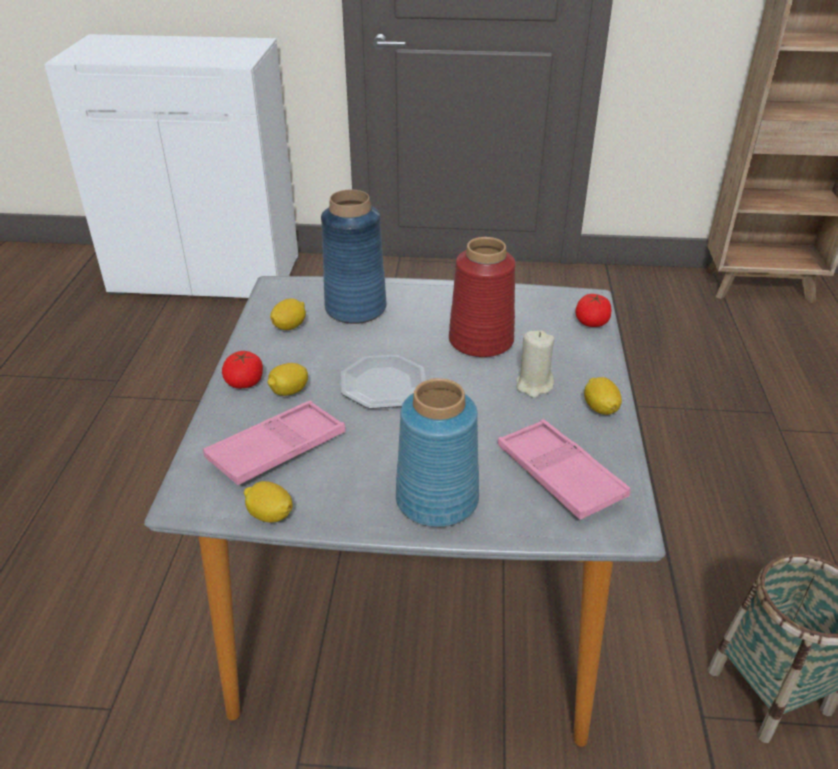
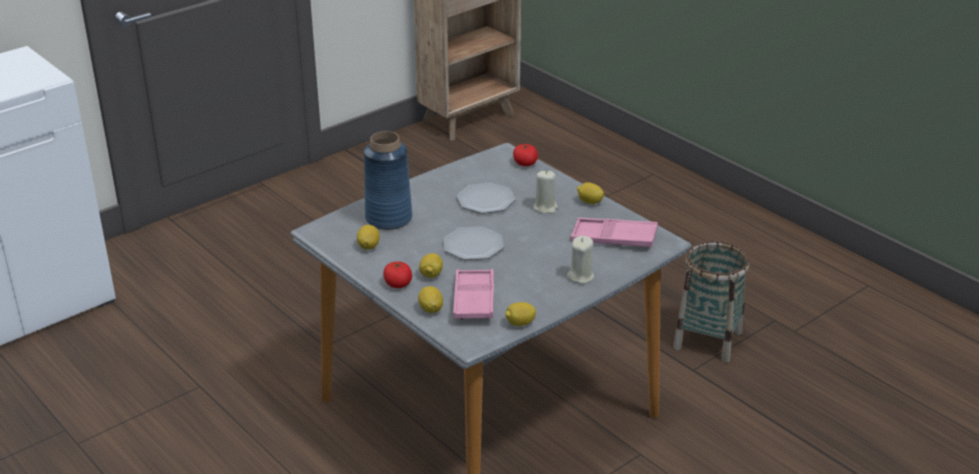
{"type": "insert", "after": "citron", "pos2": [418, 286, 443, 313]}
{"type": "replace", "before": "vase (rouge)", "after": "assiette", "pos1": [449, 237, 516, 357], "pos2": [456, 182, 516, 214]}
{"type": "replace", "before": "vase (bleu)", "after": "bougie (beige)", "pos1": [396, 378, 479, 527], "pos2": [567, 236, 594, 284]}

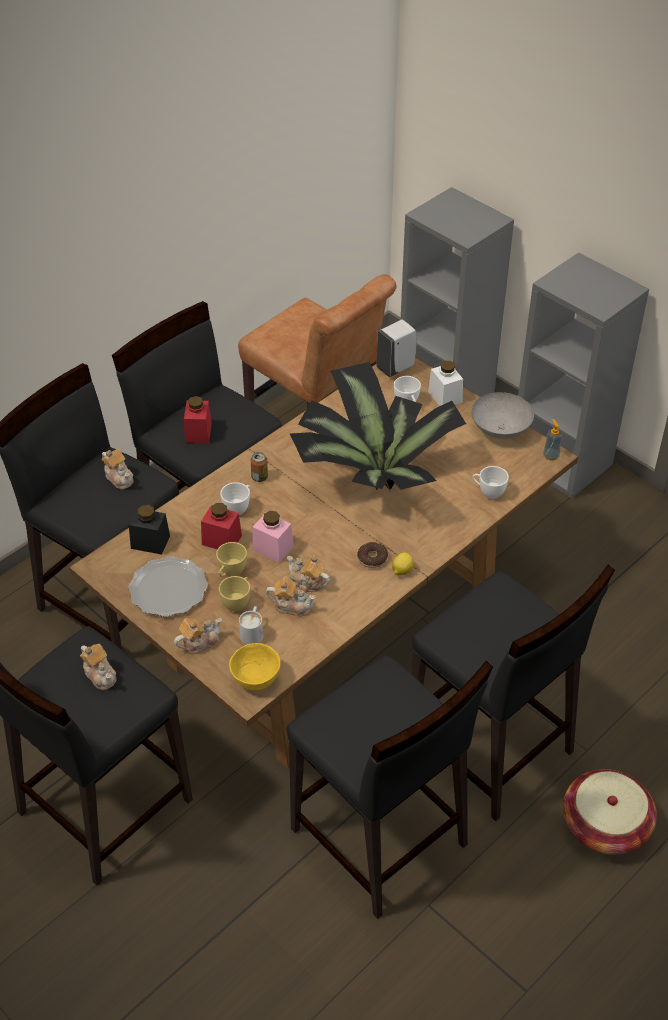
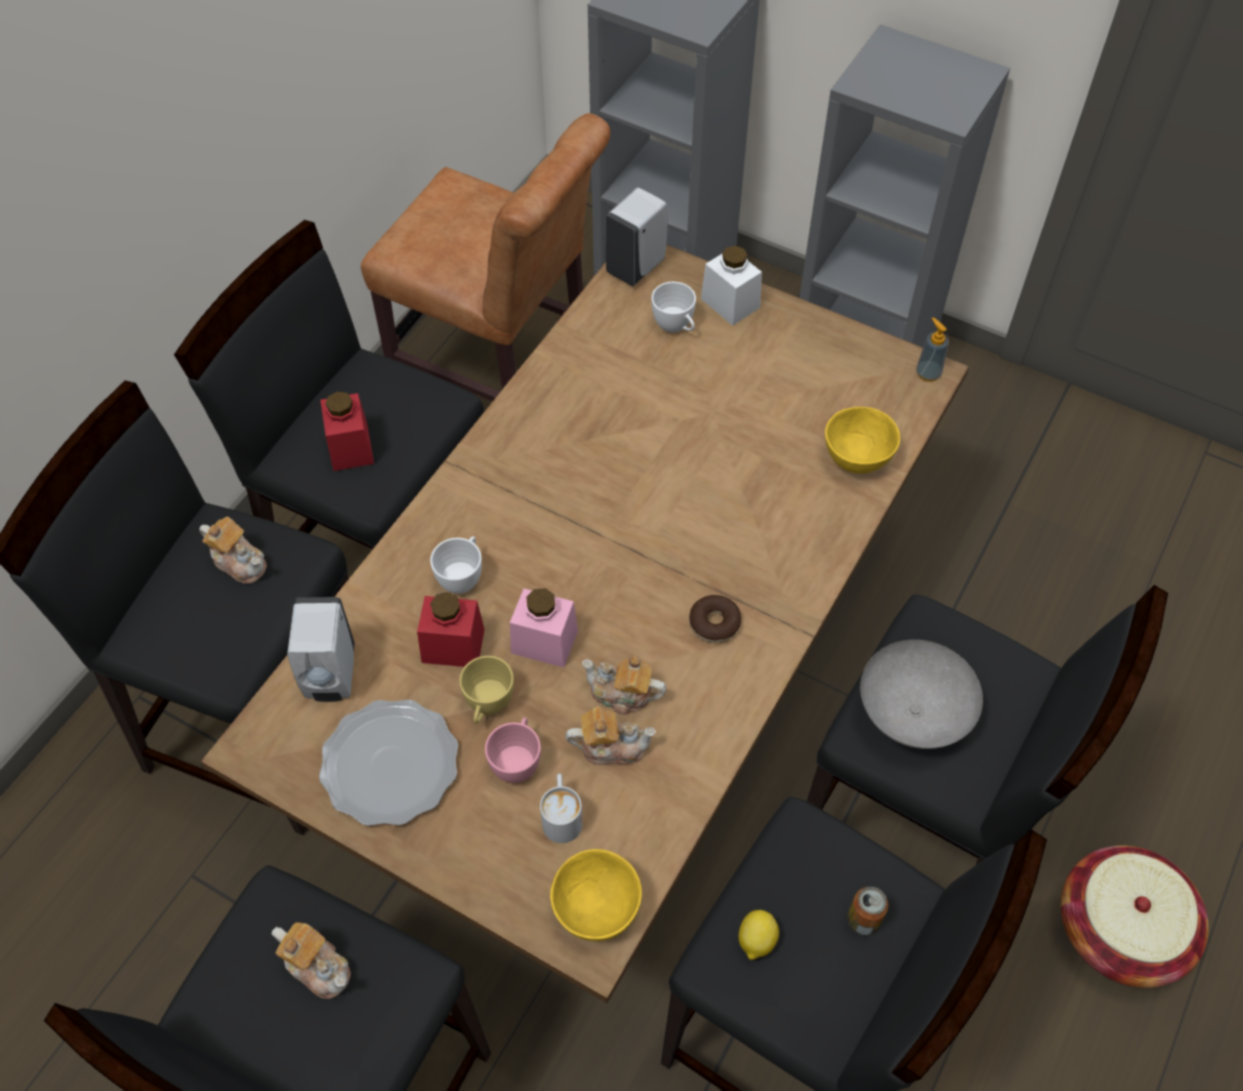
{"type": "replace", "before": "bocal (noir)", "after": "distributeur de savon (blanc)", "pos1": [129, 505, 170, 555], "pos2": [287, 597, 355, 702]}
{"type": "recolor", "before": "tasse (jaune)", "after": "tasse (rose)", "pos1": [219, 576, 250, 611], "pos2": [485, 717, 541, 783]}
{"type": "move", "before": "citron", "pos1": [392, 552, 414, 576], "pos2": [738, 910, 779, 960]}
{"type": "replace", "before": "tasse (blanc)", "after": "bol (jaune)", "pos1": [473, 466, 509, 499], "pos2": [825, 407, 900, 474]}
{"type": "move", "before": "boîte métallique", "pos1": [251, 452, 268, 482], "pos2": [847, 887, 888, 936]}
{"type": "move", "before": "bol (gris)", "pos1": [471, 392, 534, 439], "pos2": [860, 640, 983, 749]}
{"type": "delete", "before": "théière", "pos1": [174, 618, 222, 654]}
{"type": "delete", "before": "plante en pot", "pos1": [290, 362, 466, 490]}

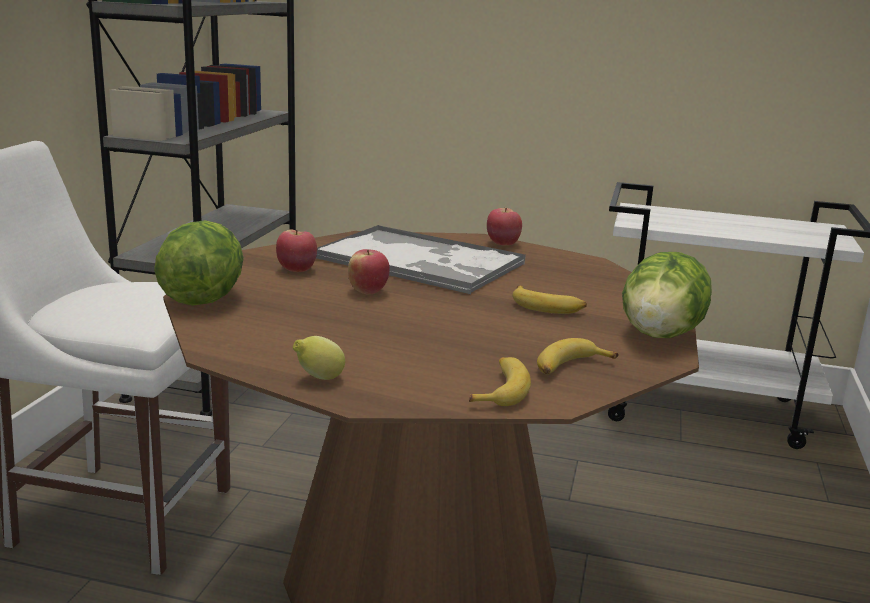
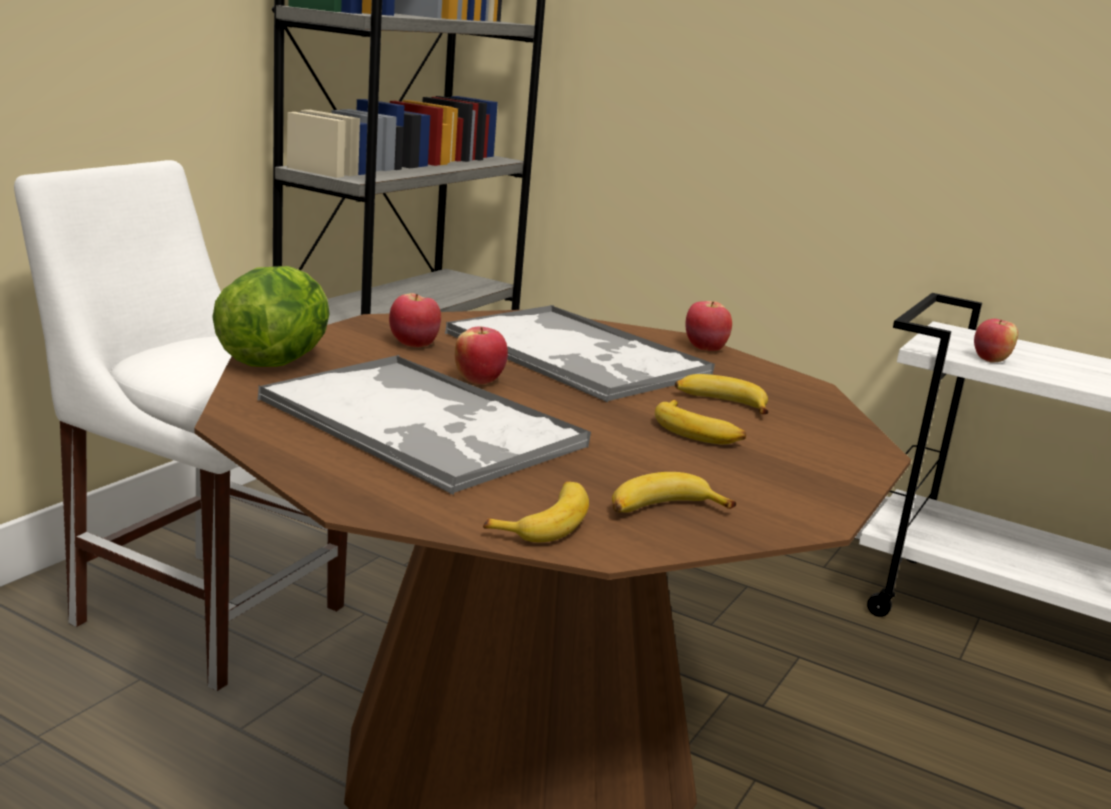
{"type": "insert", "after": "plateau", "pos2": [257, 355, 591, 495]}
{"type": "insert", "after": "banane", "pos2": [675, 374, 769, 414]}
{"type": "insert", "after": "pomme", "pos2": [974, 319, 1018, 363]}
{"type": "delete", "before": "citron", "pos1": [293, 336, 345, 380]}
{"type": "delete", "before": "laitue", "pos1": [622, 252, 712, 338]}

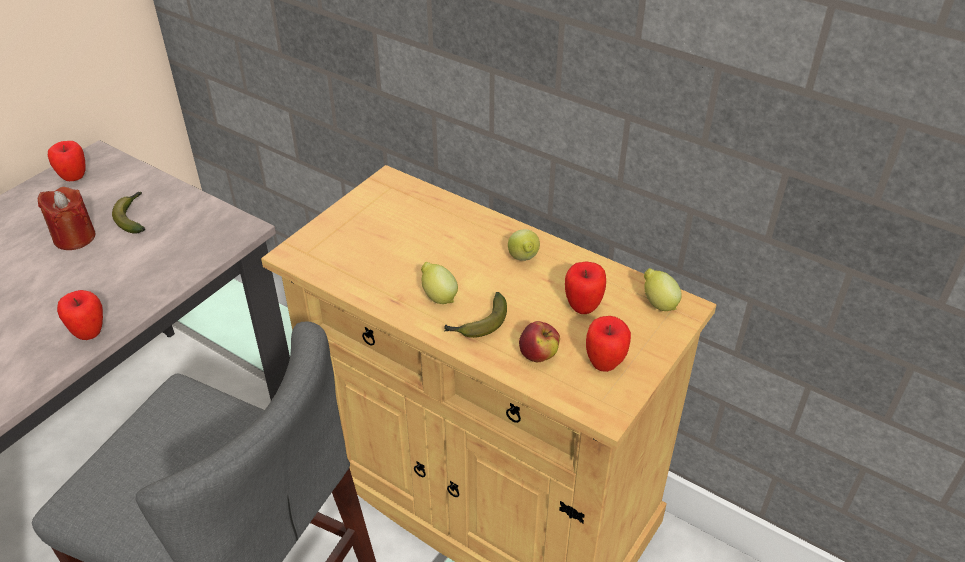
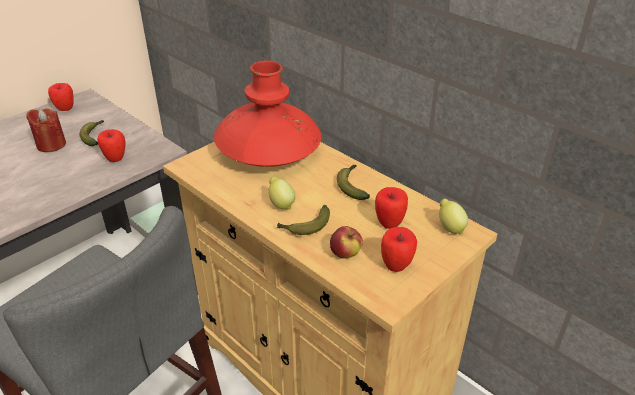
{"type": "move", "before": "pomme", "pos1": [57, 290, 103, 340], "pos2": [97, 129, 125, 162]}
{"type": "insert", "after": "vase (rouge)", "pos2": [214, 61, 321, 167]}
{"type": "replace", "before": "citron", "after": "banane", "pos1": [508, 229, 540, 261], "pos2": [337, 165, 370, 200]}

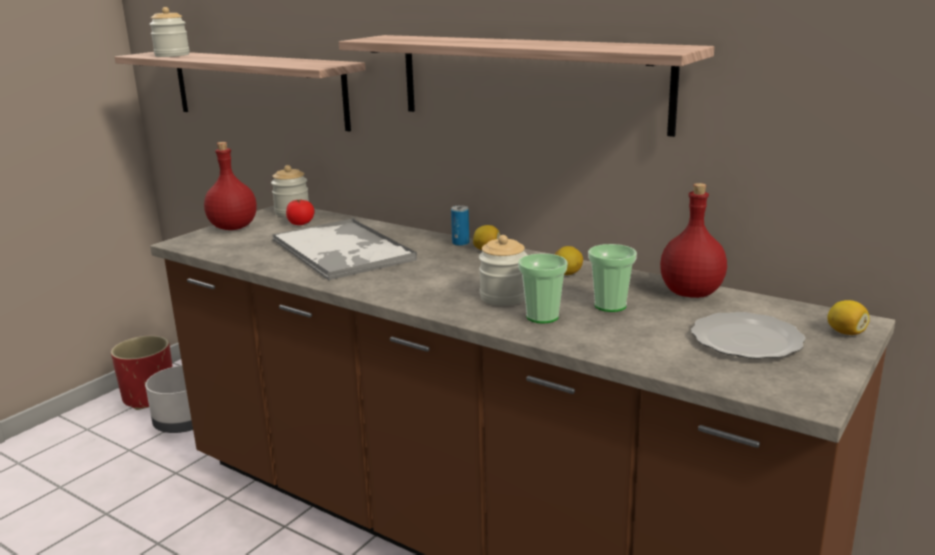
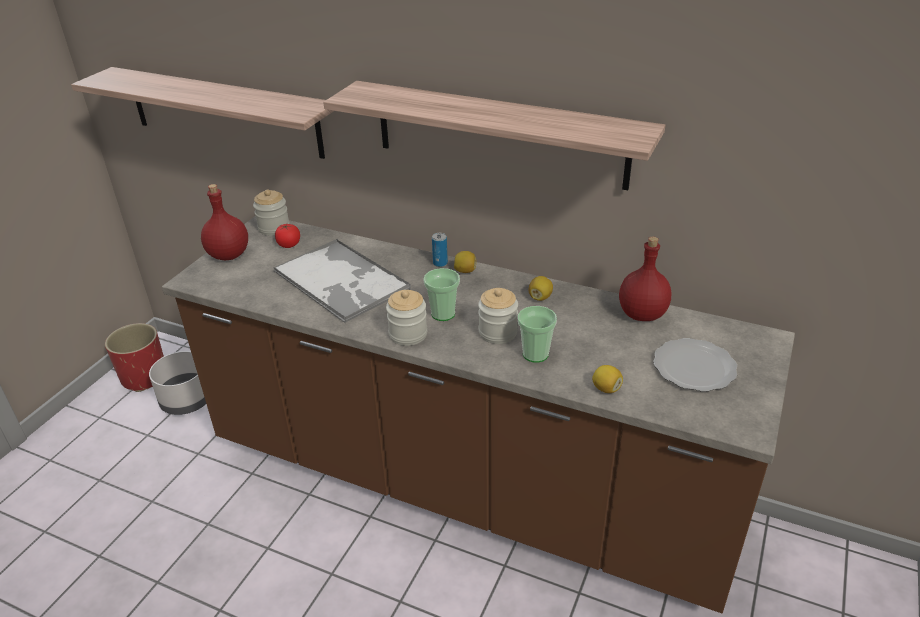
{"type": "move", "before": "bocal", "pos1": [149, 7, 190, 57], "pos2": [386, 290, 428, 346]}
{"type": "move", "before": "tasse", "pos1": [588, 244, 637, 312], "pos2": [423, 268, 460, 321]}
{"type": "move", "before": "citron", "pos1": [827, 300, 870, 335], "pos2": [592, 365, 623, 393]}

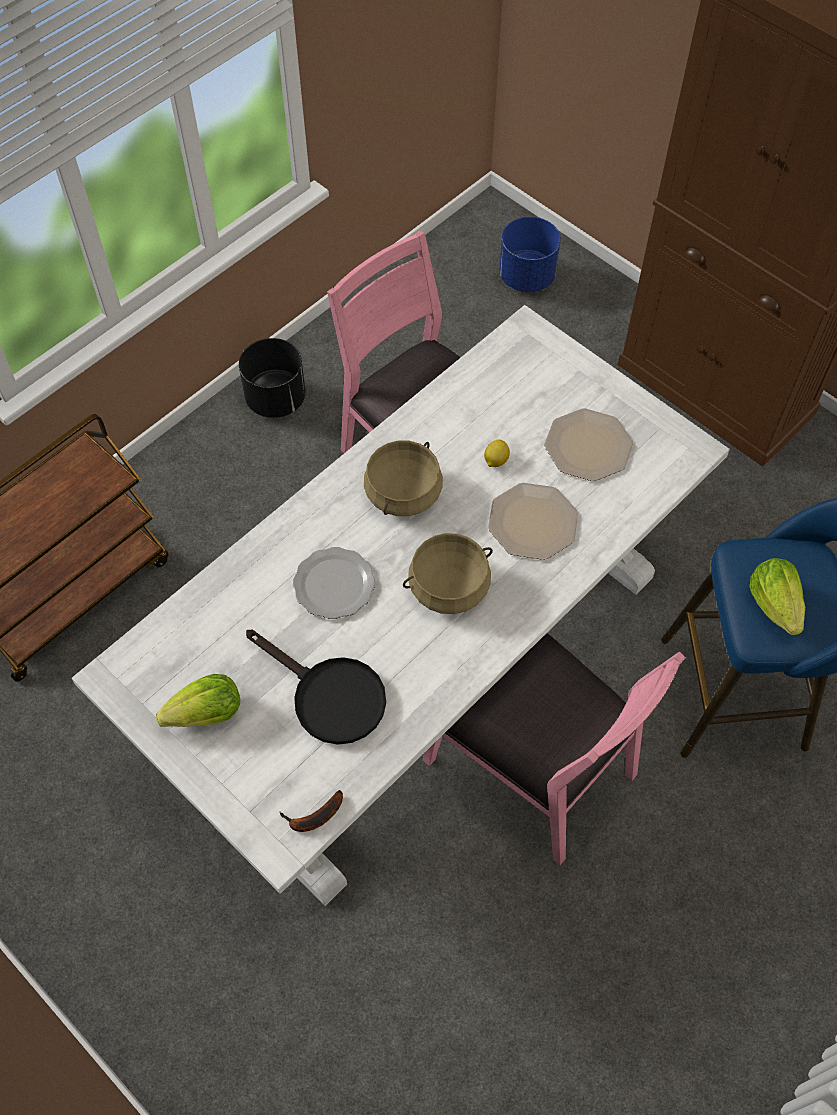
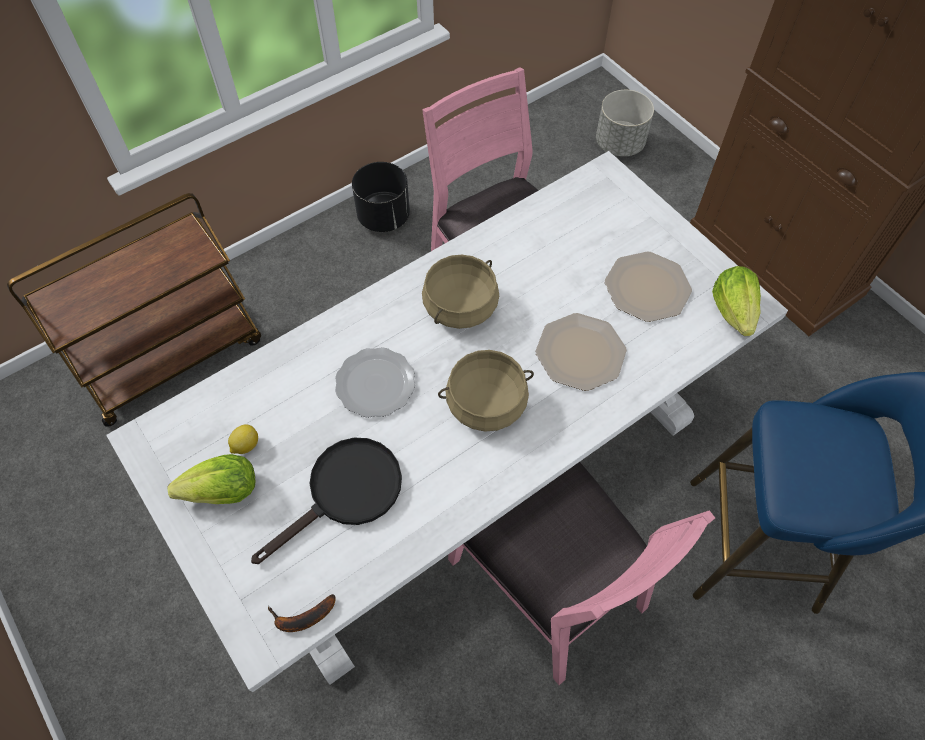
{"type": "move", "before": "citron", "pos1": [484, 440, 510, 467], "pos2": [228, 424, 258, 454]}
{"type": "rotate", "before": "poêle (noir)", "pos1": [246, 630, 386, 745], "pos2": [251, 438, 402, 564], "turn": -90}
{"type": "recolor", "before": "cache-pot (bleu)", "after": "cache-pot (gris)", "pos1": [499, 217, 561, 292], "pos2": [596, 90, 654, 157]}
{"type": "move", "before": "laitue", "pos1": [750, 558, 805, 636], "pos2": [712, 266, 761, 336]}

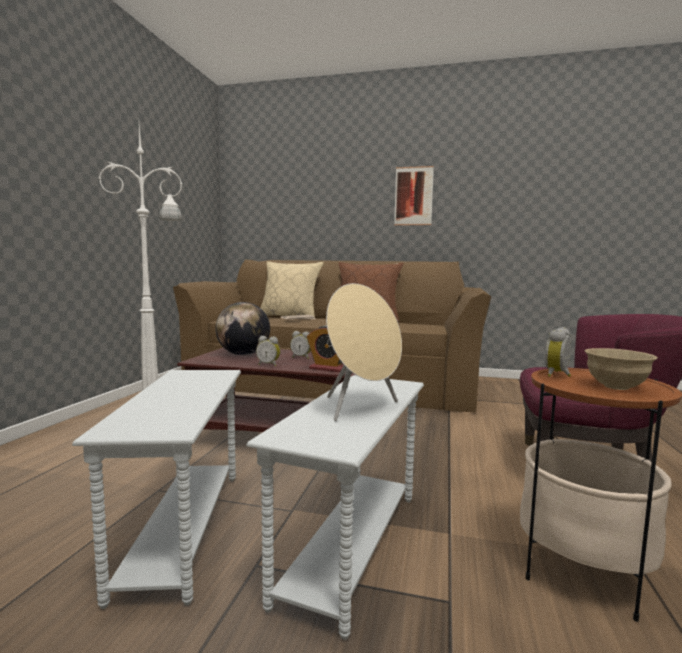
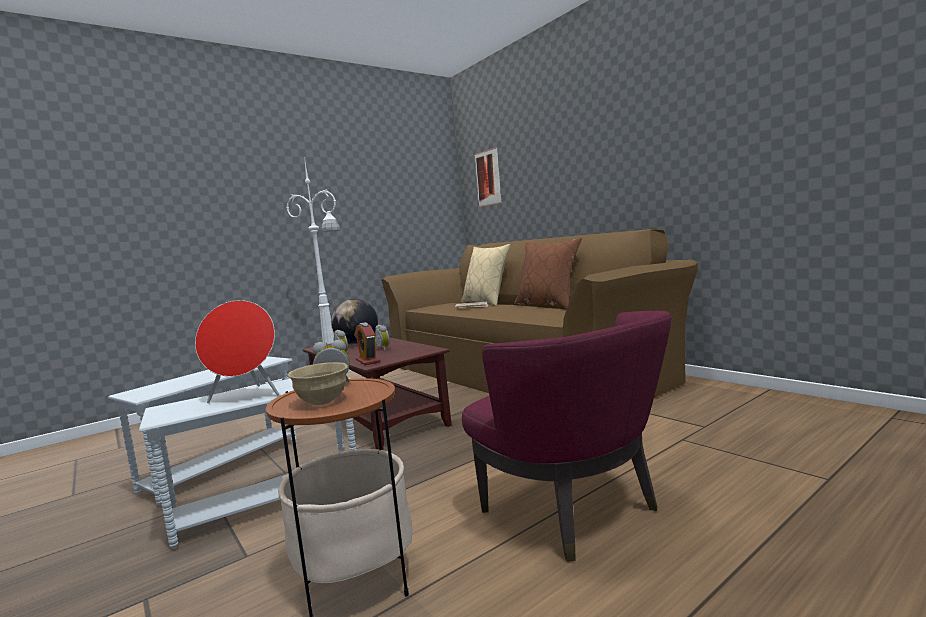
{"type": "recolor", "before": "enceinte (beige)", "after": "enceinte (rouge)", "pos1": [326, 283, 402, 421], "pos2": [195, 300, 279, 403]}
{"type": "move", "before": "tableau", "pos1": [394, 166, 434, 225], "pos2": [474, 147, 502, 207]}

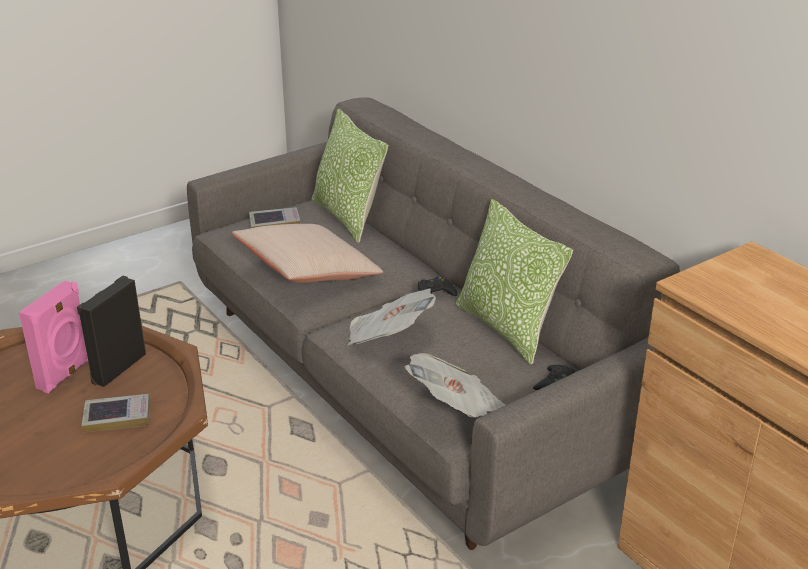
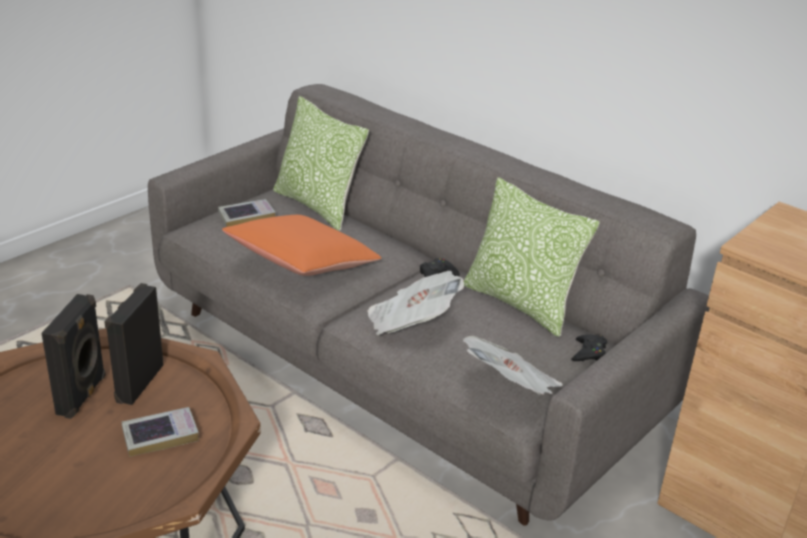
{"type": "recolor", "before": "enceinte (rose)", "after": "enceinte (noir)", "pos1": [19, 281, 88, 393], "pos2": [41, 294, 106, 419]}
{"type": "recolor", "before": "coussin (beige)", "after": "coussin (orange)", "pos1": [232, 224, 383, 283], "pos2": [222, 215, 381, 276]}

